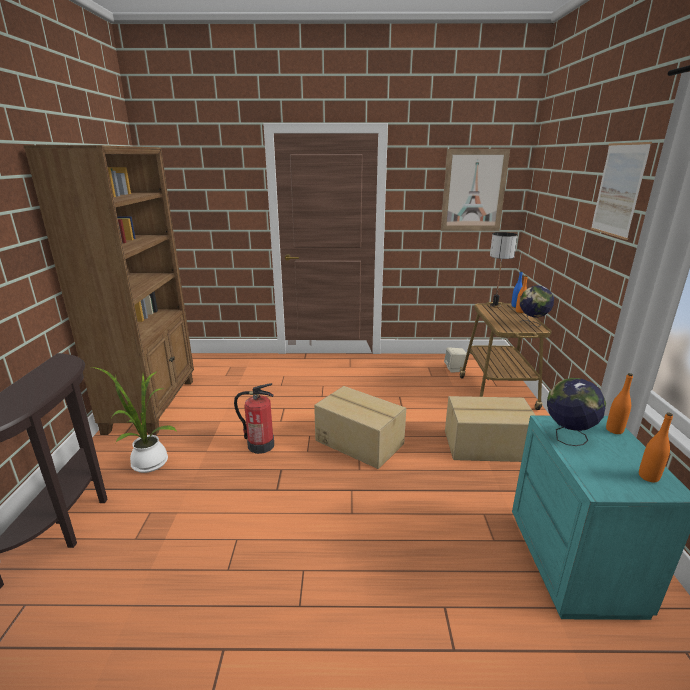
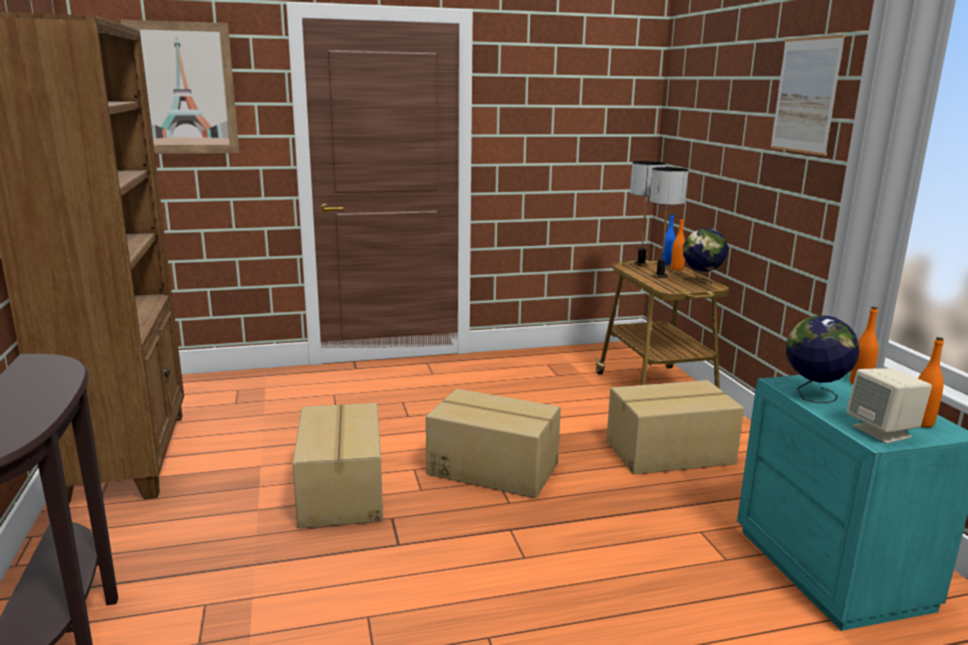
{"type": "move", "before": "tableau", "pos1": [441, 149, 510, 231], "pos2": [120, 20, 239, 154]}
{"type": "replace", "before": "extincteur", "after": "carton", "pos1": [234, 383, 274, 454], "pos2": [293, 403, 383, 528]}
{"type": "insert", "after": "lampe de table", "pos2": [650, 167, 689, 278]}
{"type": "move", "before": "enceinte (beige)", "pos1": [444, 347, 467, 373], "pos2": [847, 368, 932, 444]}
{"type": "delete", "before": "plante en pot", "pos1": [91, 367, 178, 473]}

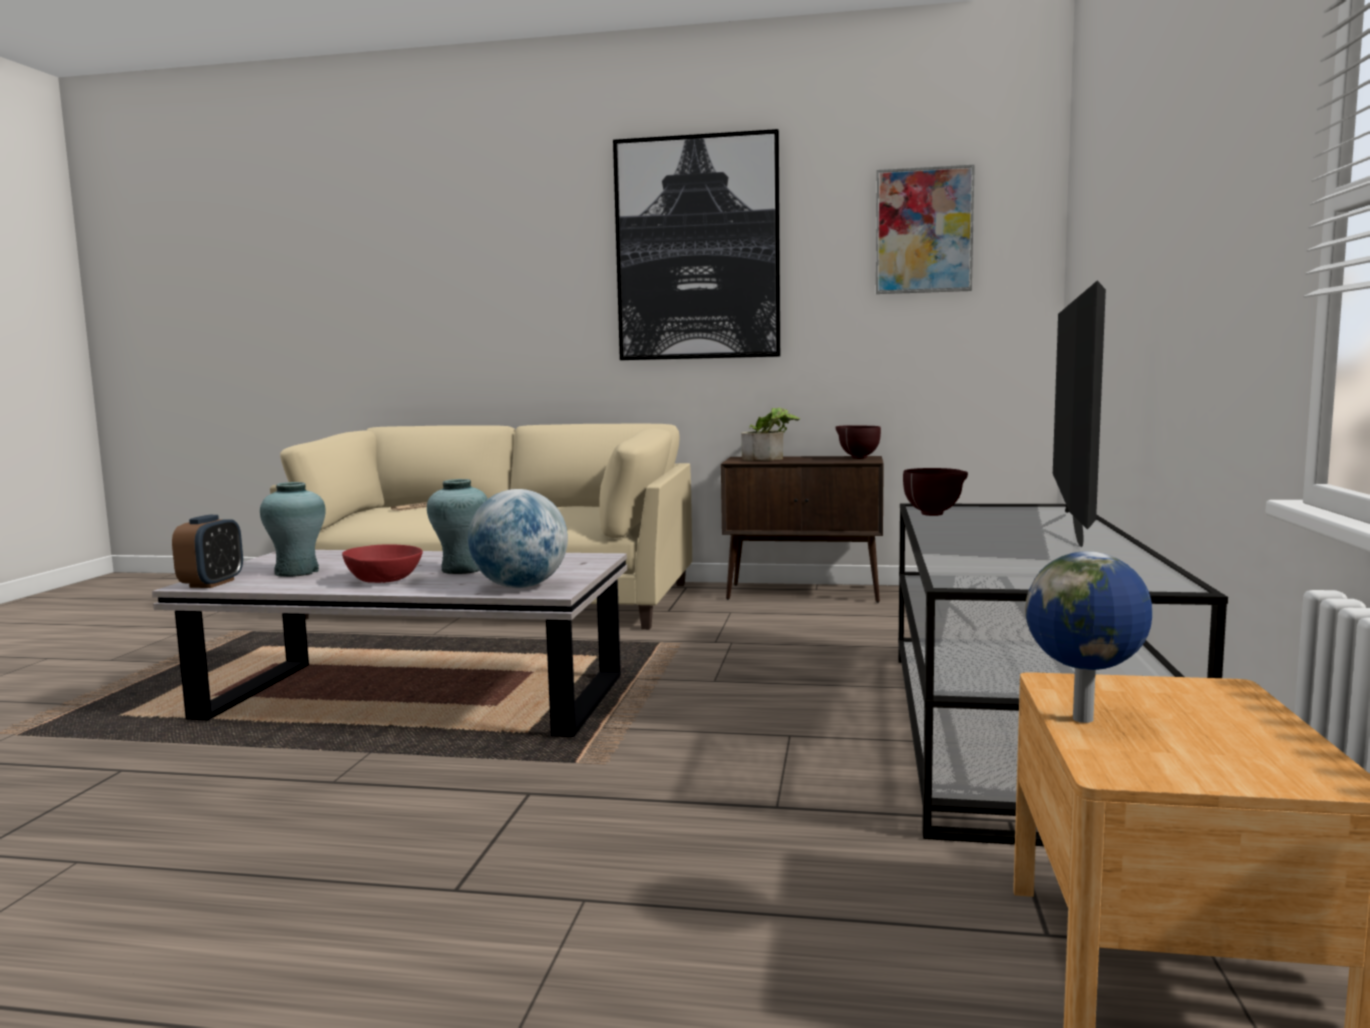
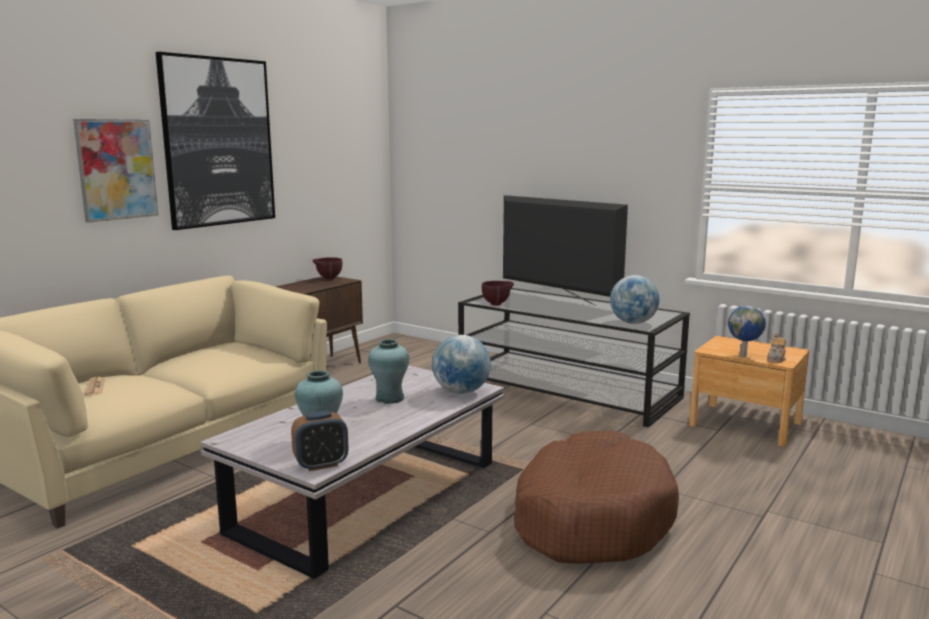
{"type": "move", "before": "tableau", "pos1": [876, 164, 975, 294], "pos2": [73, 119, 158, 223]}
{"type": "rotate", "before": "réveil", "pos1": [172, 515, 243, 588], "pos2": [291, 411, 348, 471], "turn": 120}
{"type": "insert", "after": "panier pour chien (marron)", "pos2": [514, 431, 679, 564]}
{"type": "insert", "after": "globe", "pos2": [610, 275, 659, 324]}
{"type": "insert", "after": "théière", "pos2": [767, 333, 786, 363]}
{"type": "delete", "before": "bol (rouge)", "pos1": [342, 544, 423, 583]}
{"type": "delete", "before": "plante en pot", "pos1": [741, 407, 800, 461]}

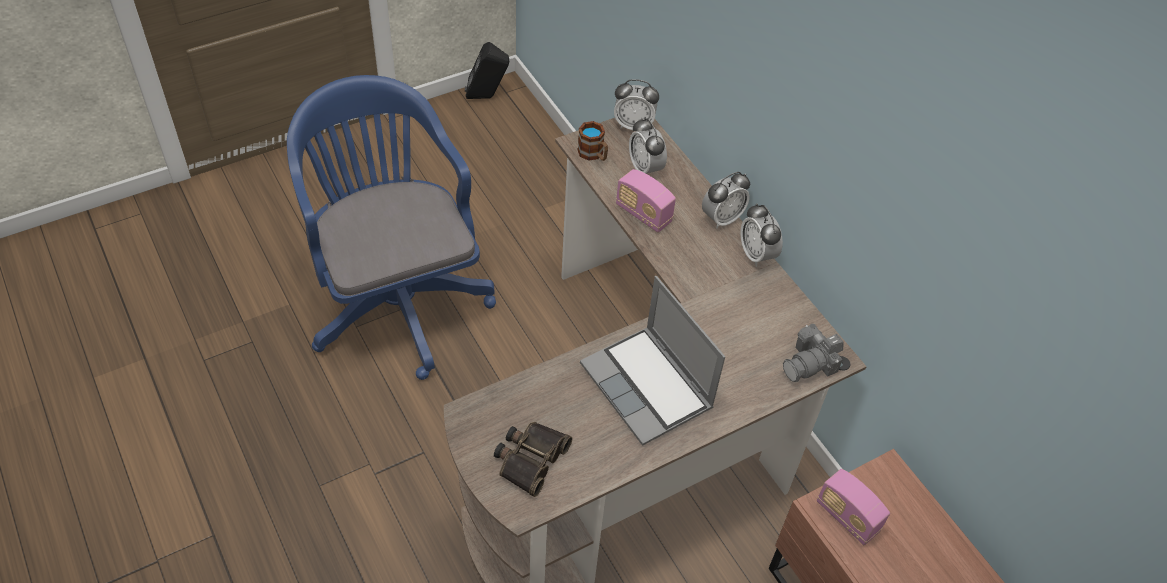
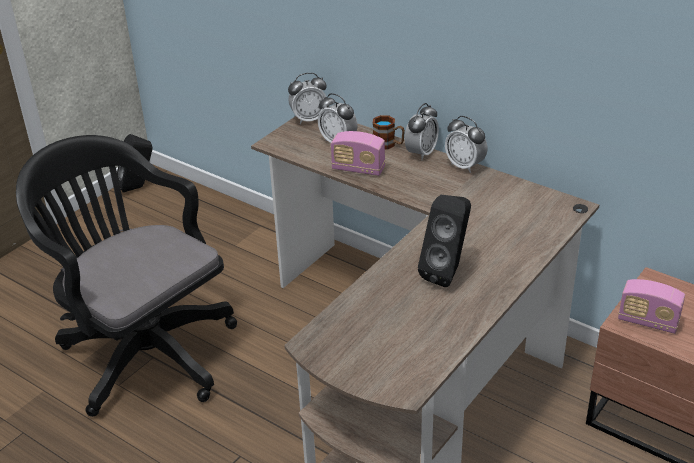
{"type": "recolor", "before": "chaise de bureau (bleu)", "after": "chaise de bureau (noir)", "pos1": [287, 75, 496, 380], "pos2": [16, 135, 237, 417]}
{"type": "move", "before": "mug", "pos1": [577, 121, 608, 161], "pos2": [373, 115, 405, 149]}
{"type": "replace", "before": "ordinateur portable", "after": "enceinte (noir)", "pos1": [580, 276, 725, 446], "pos2": [418, 195, 471, 287]}
{"type": "delete", "before": "jumelles", "pos1": [494, 422, 573, 497]}
{"type": "delete", "before": "appareil photo", "pos1": [783, 324, 844, 382]}

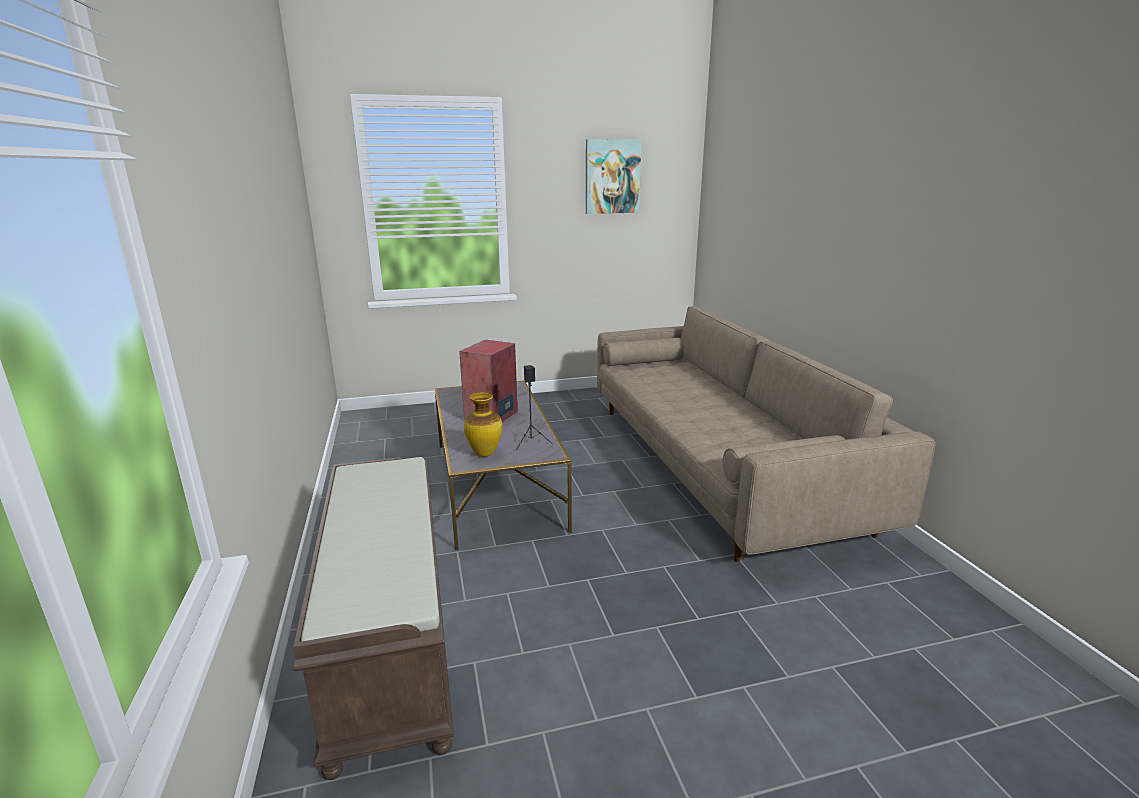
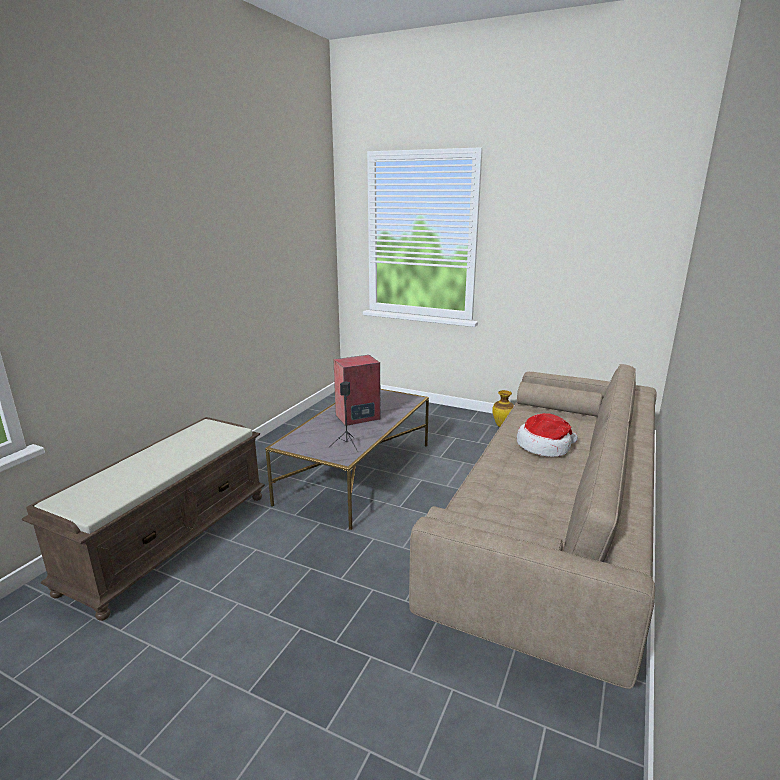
{"type": "move", "before": "vase", "pos1": [464, 392, 502, 457], "pos2": [492, 390, 514, 427]}
{"type": "insert", "after": "chapeau", "pos2": [516, 413, 578, 457]}
{"type": "delete", "before": "tableau", "pos1": [586, 139, 642, 214]}

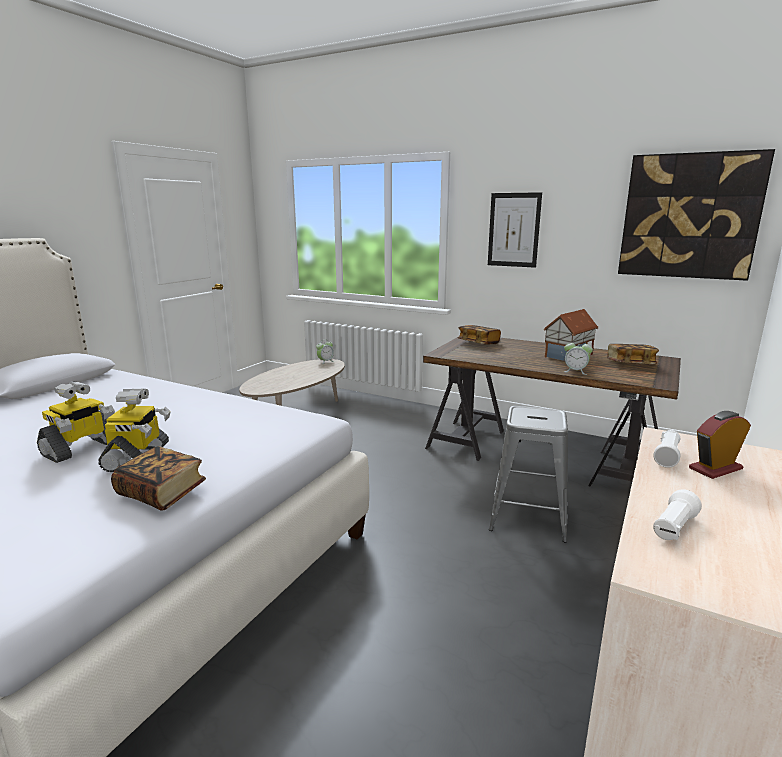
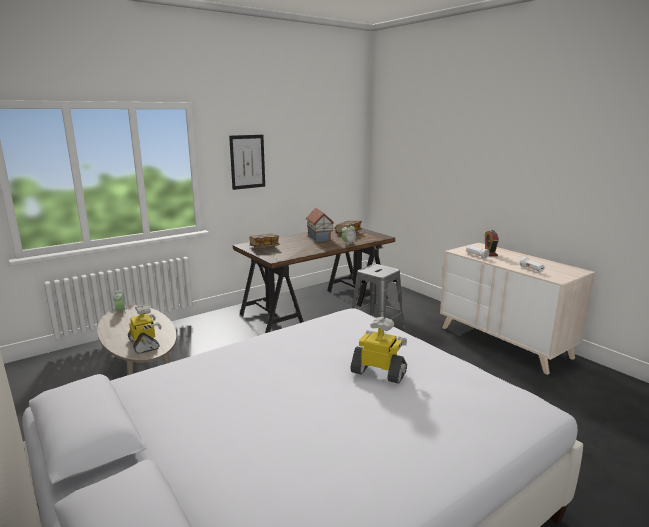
{"type": "move", "before": "robot jouet", "pos1": [37, 381, 115, 463], "pos2": [128, 304, 162, 354]}
{"type": "delete", "before": "livre", "pos1": [111, 446, 206, 511]}
{"type": "delete", "before": "tableau", "pos1": [618, 149, 775, 281]}

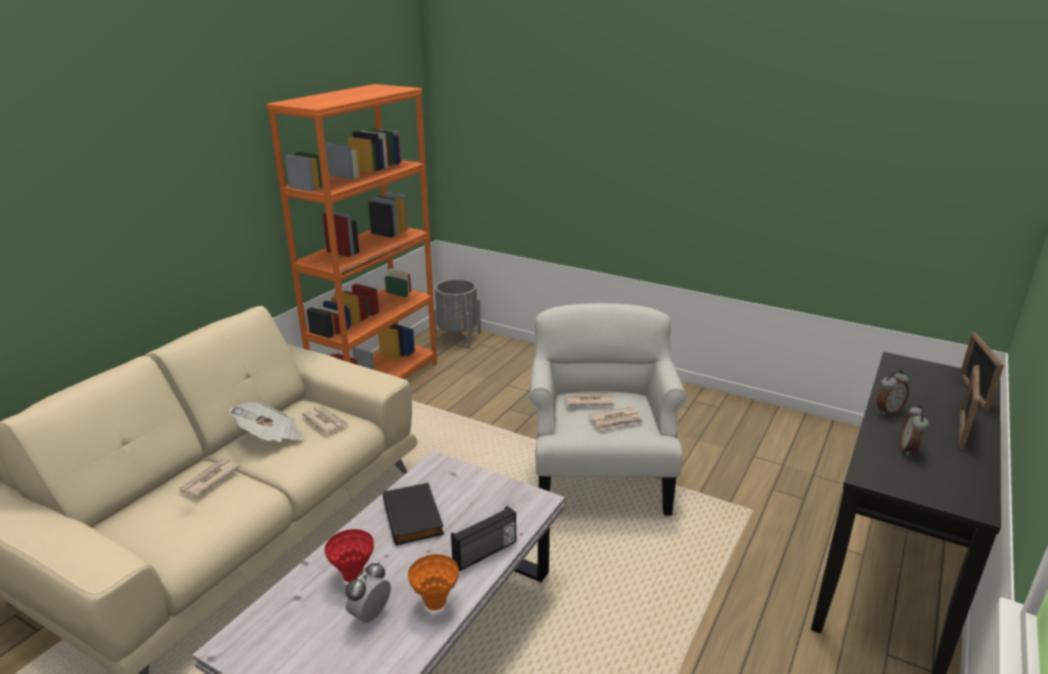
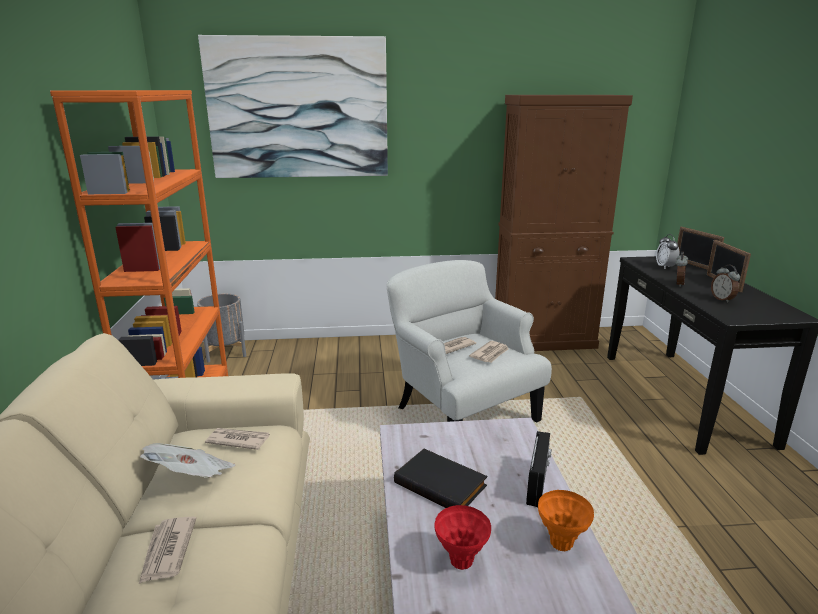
{"type": "insert", "after": "tableau", "pos2": [198, 35, 388, 178]}
{"type": "insert", "after": "meuble de rangement (marron)", "pos2": [495, 95, 633, 351]}
{"type": "move", "before": "réveil", "pos1": [345, 562, 391, 623], "pos2": [656, 234, 679, 269]}

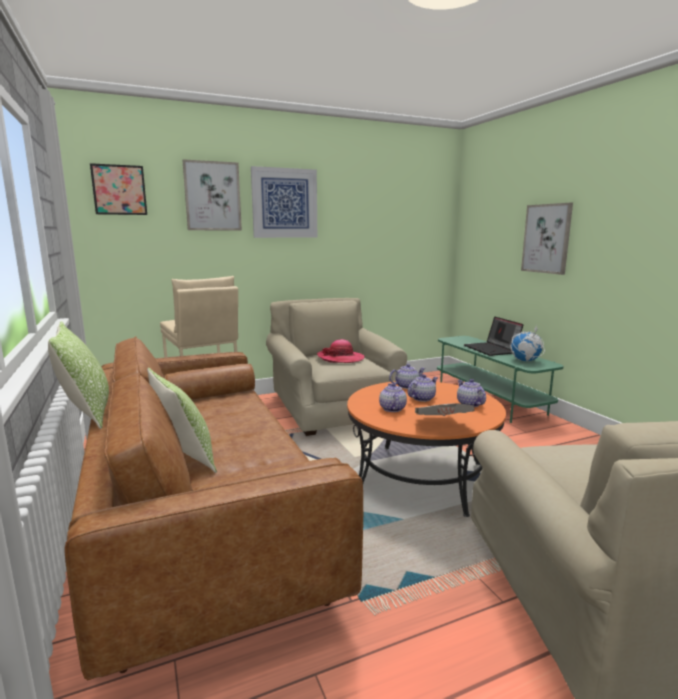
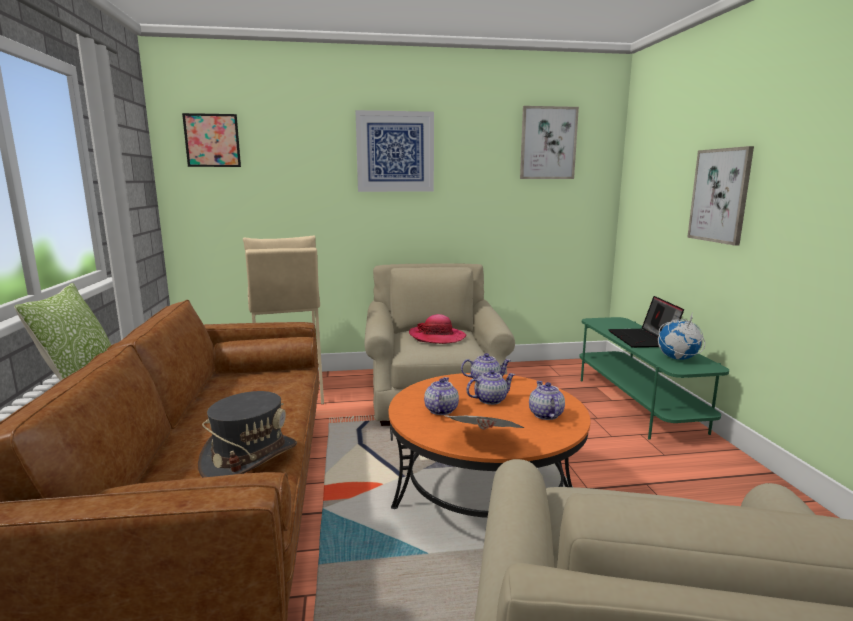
{"type": "insert", "after": "chapeau (gris)", "pos2": [198, 391, 297, 478]}
{"type": "move", "before": "tableau", "pos1": [182, 159, 242, 230], "pos2": [520, 106, 579, 179]}
{"type": "delete", "before": "coussin", "pos1": [147, 368, 217, 473]}

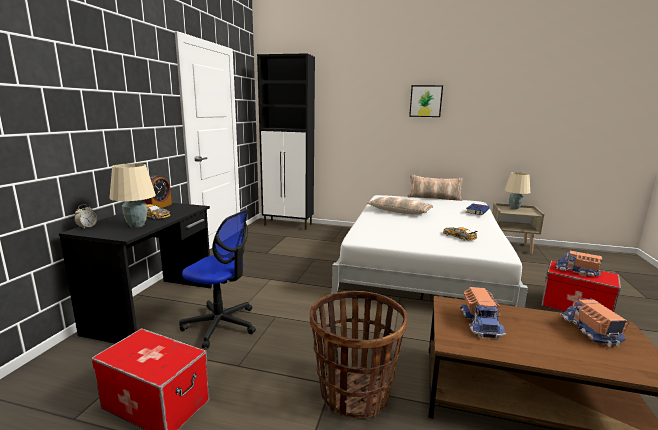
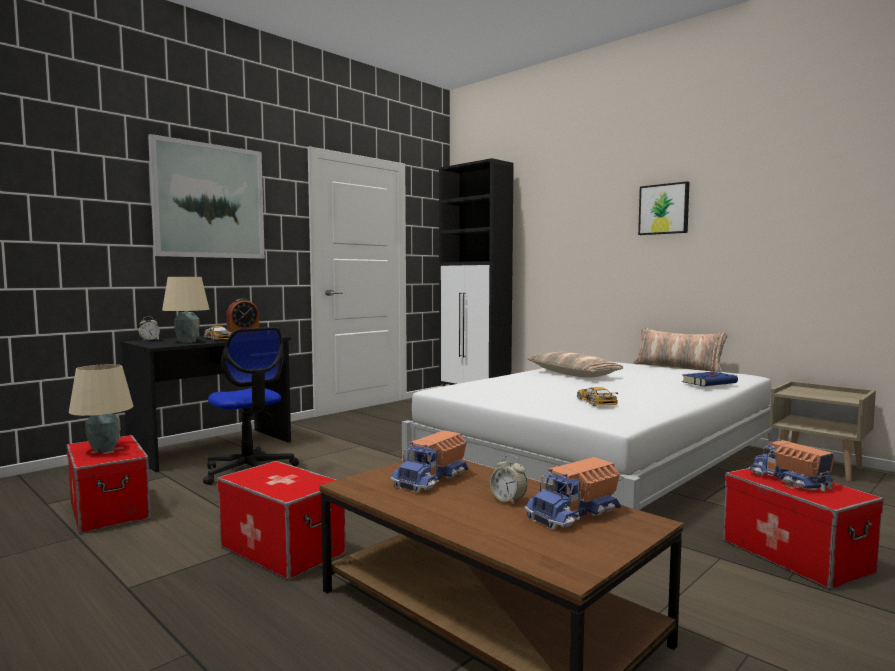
{"type": "move", "before": "lampe de table (beige)", "pos1": [504, 172, 530, 209], "pos2": [69, 364, 134, 452]}
{"type": "insert", "after": "tableau", "pos2": [148, 134, 265, 259]}
{"type": "replace", "before": "panier", "after": "boîte de rangement", "pos1": [310, 291, 407, 419], "pos2": [217, 461, 346, 580]}
{"type": "insert", "after": "réveil", "pos2": [490, 455, 527, 505]}
{"type": "rotate", "before": "camion jouet", "pos1": [560, 298, 629, 347], "pos2": [525, 457, 621, 530], "turn": -150}

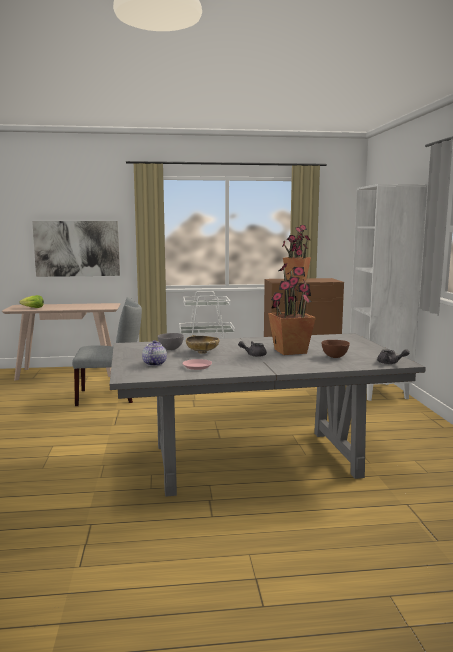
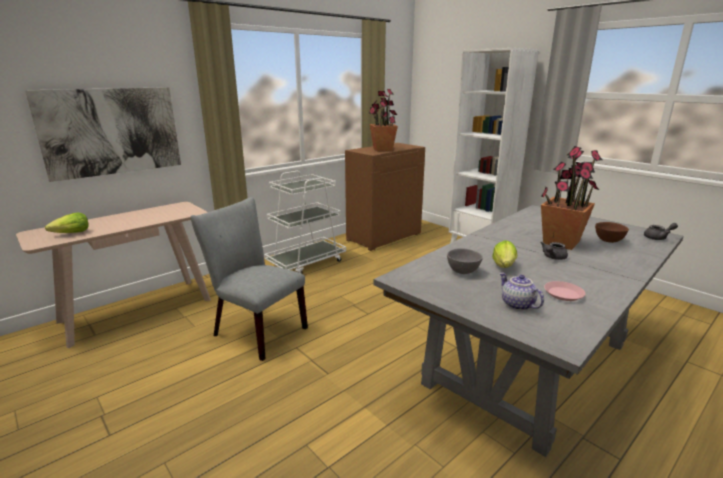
{"type": "rotate", "before": "chaise (gris)", "pos1": [72, 297, 142, 406], "pos2": [191, 197, 308, 361], "turn": -105}
{"type": "replace", "before": "bol (beige)", "after": "laitue", "pos1": [186, 335, 219, 354], "pos2": [492, 240, 517, 268]}

